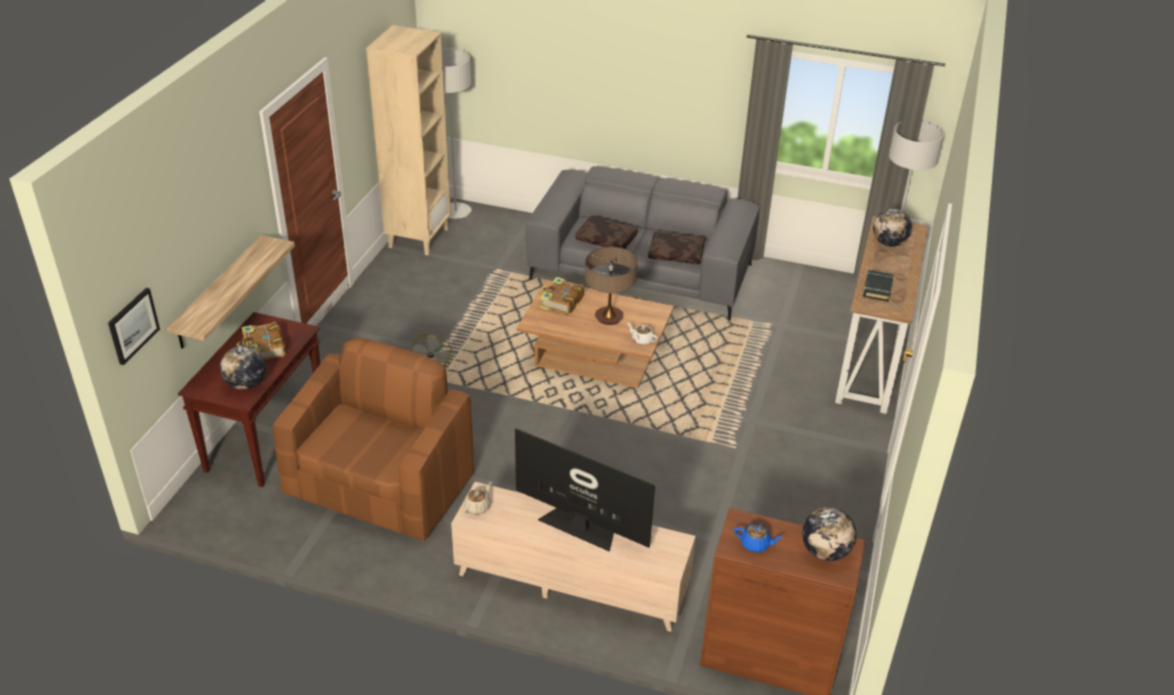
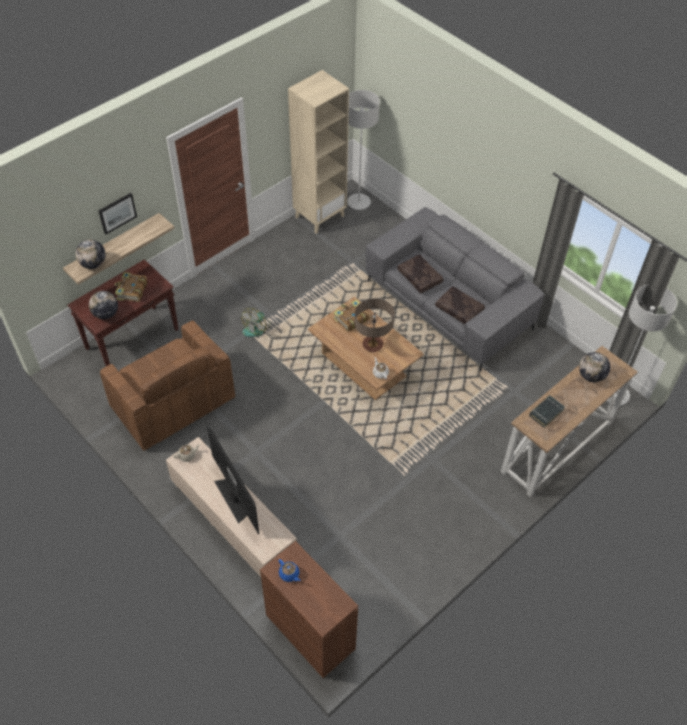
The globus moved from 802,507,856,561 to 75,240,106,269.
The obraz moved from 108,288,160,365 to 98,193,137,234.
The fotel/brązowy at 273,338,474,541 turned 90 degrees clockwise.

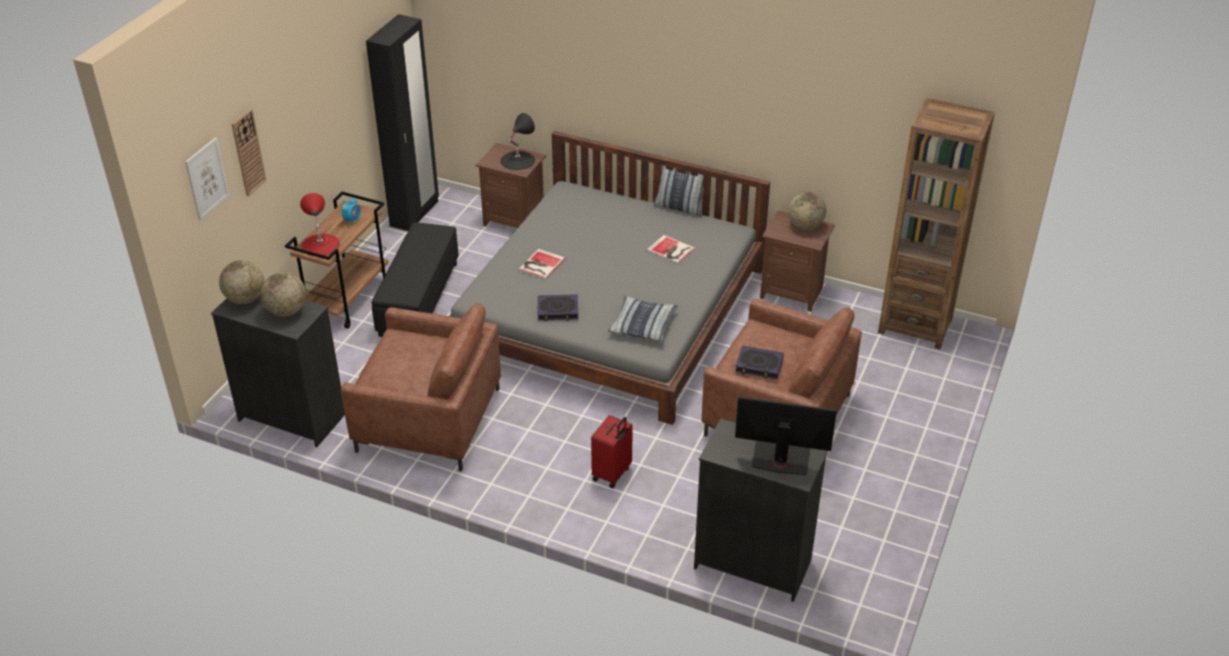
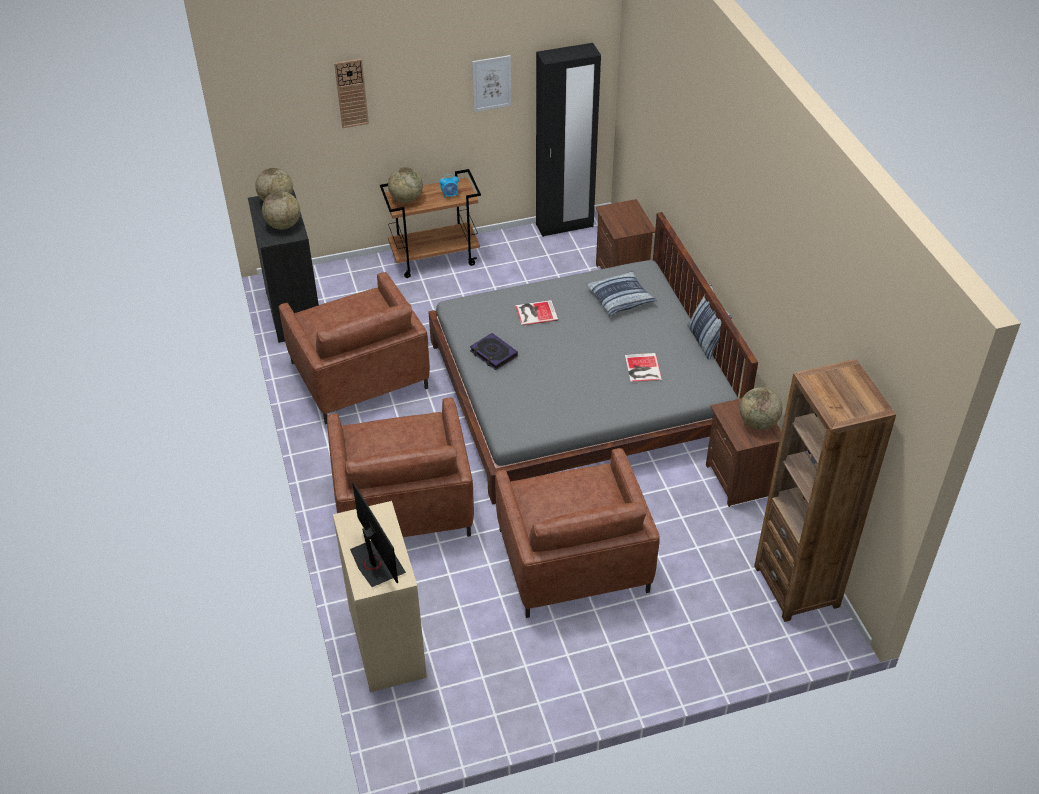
The walizka/czerwony at 591,415,633,488 was replaced by the fotel/brązowy at 327,397,474,537.
The komoda/czarny at 694,419,828,602 became the komoda/beżowy at 333,501,427,692.
The lampa stołowa/czerwony at 300,193,340,256 was replaced by the globus at 388,167,423,203.
The obraz moved from 185,137,230,221 to 472,55,511,112.
The poduszka moved from 608,295,679,342 to 586,270,657,316.
The pufa/czarny at 371,222,459,337 disappeared.
The lampa stołowa/czarny at 501,113,535,170 disappeared.
The książka at 735,346,784,379 disappeared.

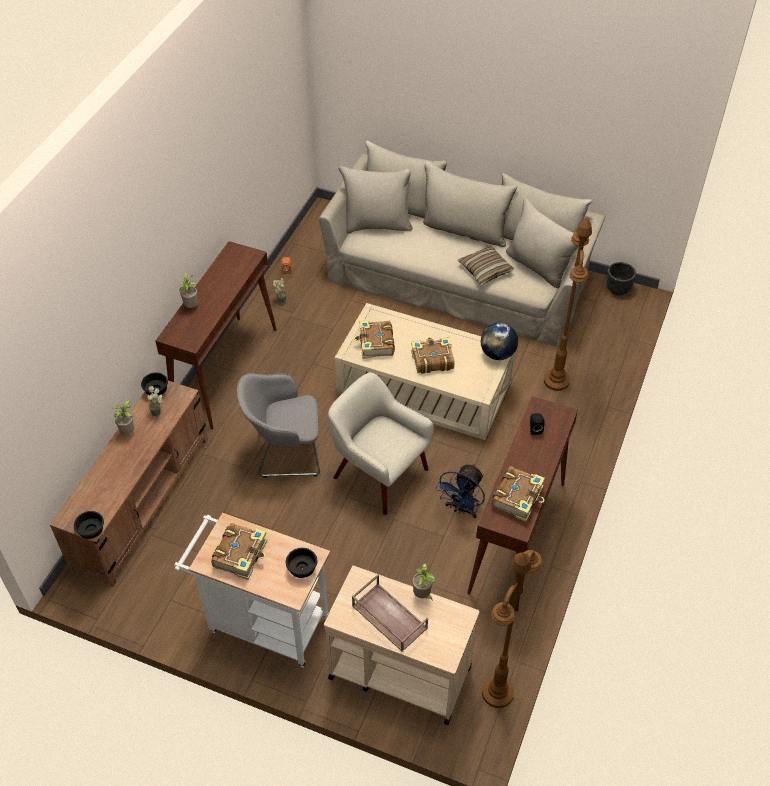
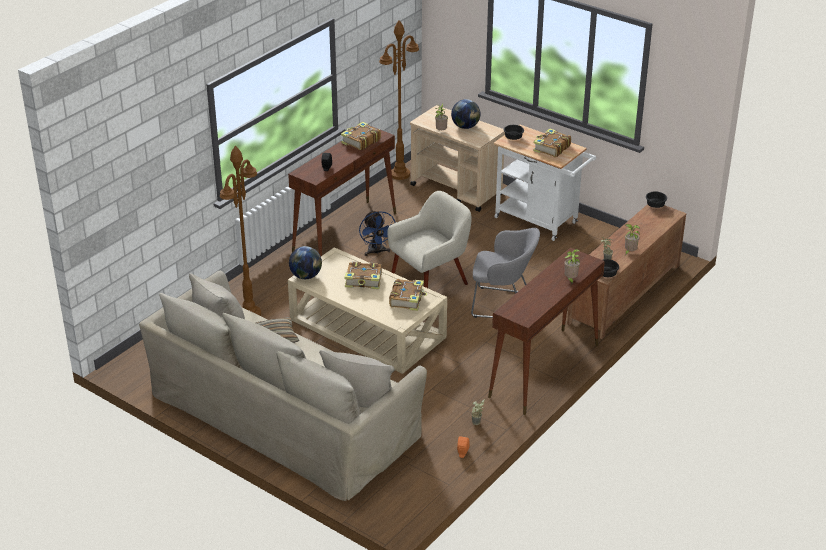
The wentylator/niebieski at 435,464,485,518 turned 120 degrees clockwise.
The fotel/beżowy at 328,372,434,515 turned 90 degrees counterclockwise.
The taca/brązowy at 352,574,428,652 was replaced by the globus at 451,99,481,129.
The donica/czarny at 606,262,636,295 disappeared.

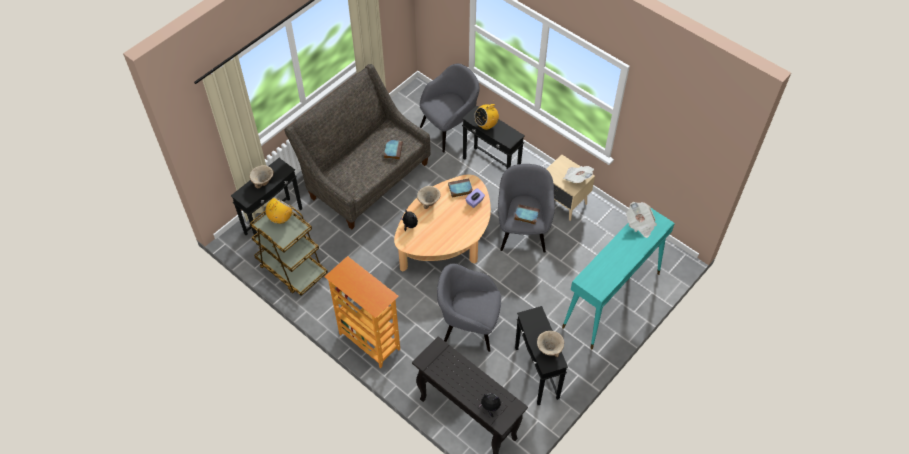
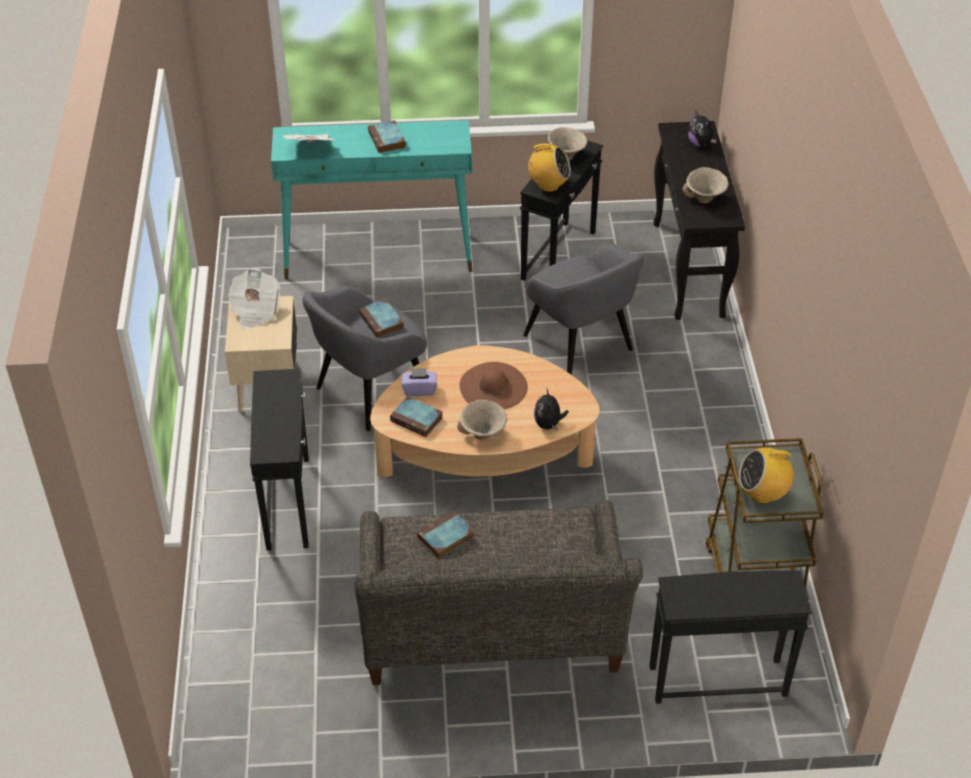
The książka at 368,120,406,153 appeared.
The kapelusz/brązowy at 460,362,528,409 appeared.
The radio moved from 474,104,499,130 to 527,143,571,192.
The miska/beżowy moved from 249,165,274,188 to 683,167,729,203.
The regał at 324,256,400,368 disappeared.
The fotel/szary at 419,64,480,153 disappeared.

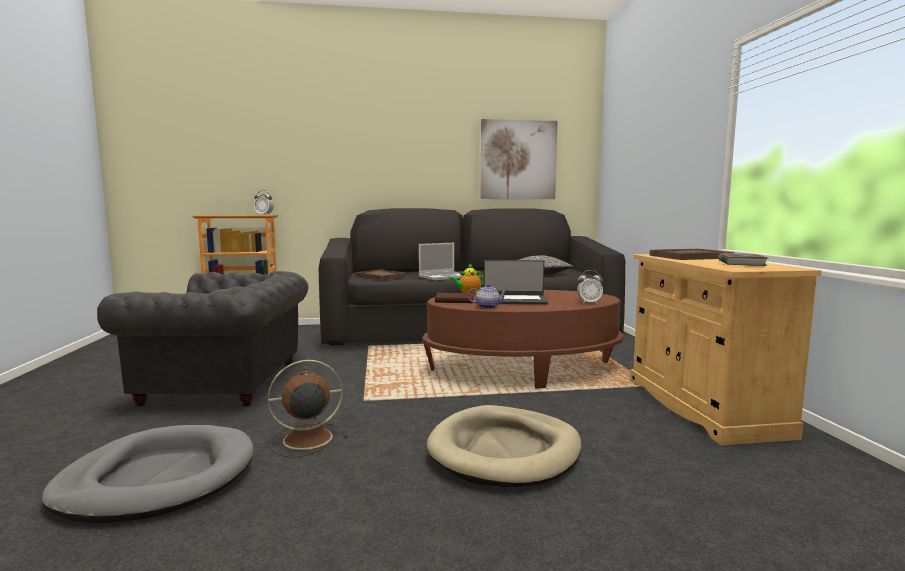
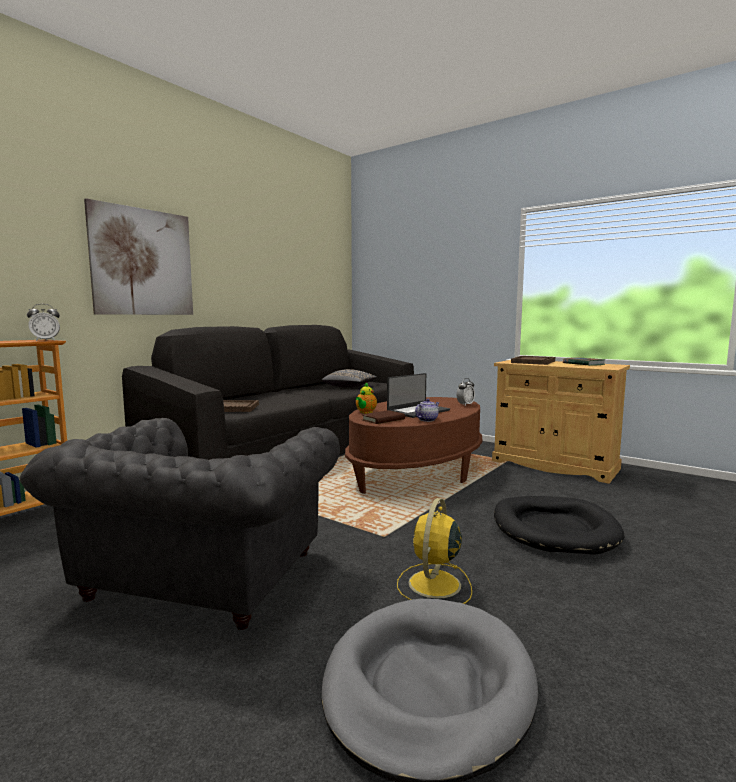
The fotel/szary at 97,271,309,406 turned 150 degrees clockwise.
The obraz moved from 480,119,558,199 to 84,198,193,315.
The wentylator/brązowy at 268,360,348,457 became the wentylator/żółty at 397,498,472,604.
The legowisko/beżowy at 427,405,581,487 became the legowisko/czarny at 494,496,624,555.
The laptop at 419,243,462,280 disappeared.

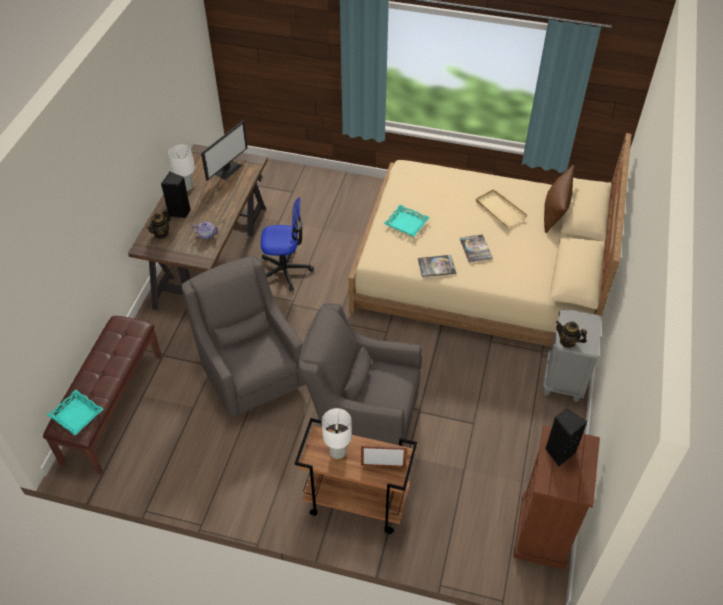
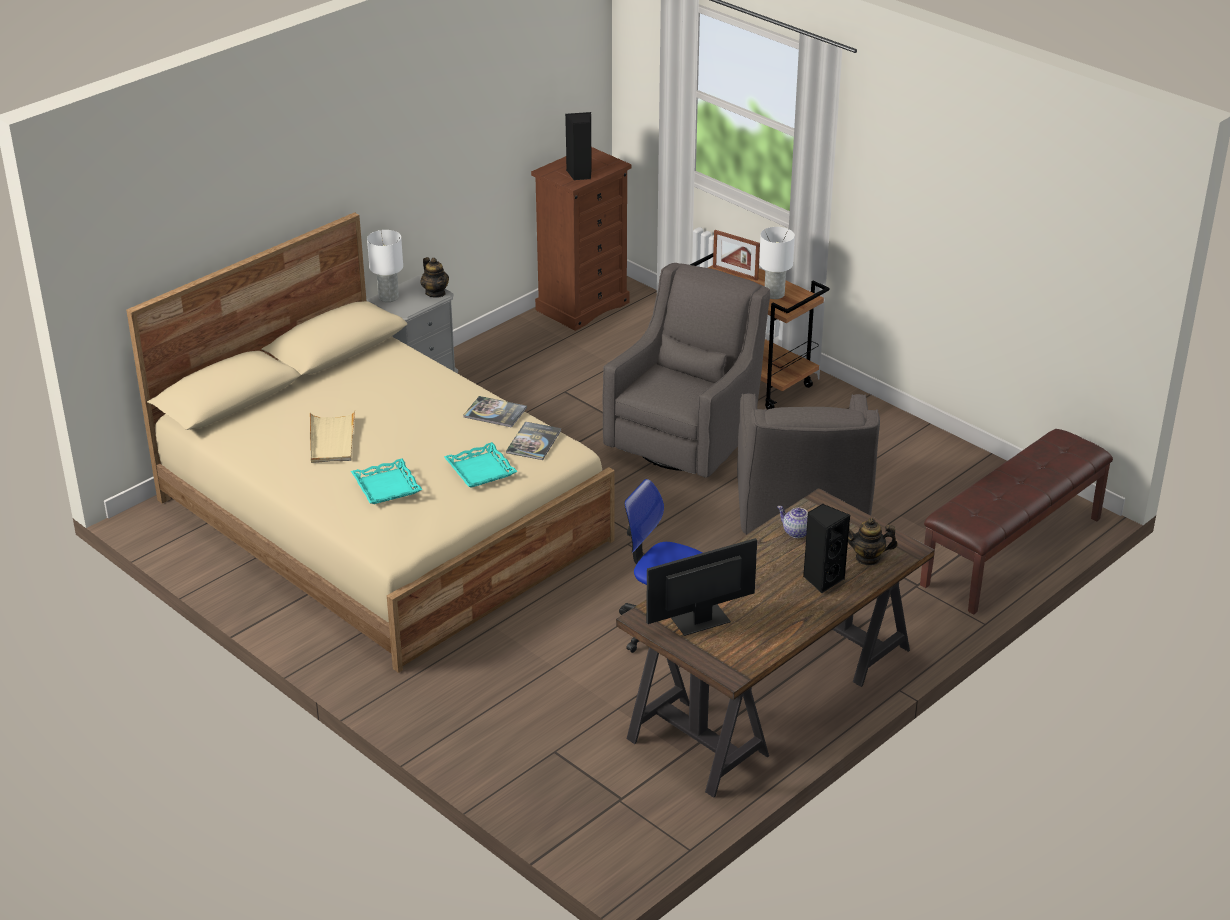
The taca/turkusowy moved from 47,389,103,435 to 351,458,422,504.
The lampa stołowa/biały moved from 168,145,195,191 to 367,230,403,302.
The książka moved from 460,234,493,262 to 506,422,561,460.
The fotel/szary at 299,303,422,446 turned 105 degrees counterclockwise.
The imbryk at 147,210,171,239 turned 150 degrees counterclockwise.
The poduszka/brązowy at 544,165,574,233 disappeared.

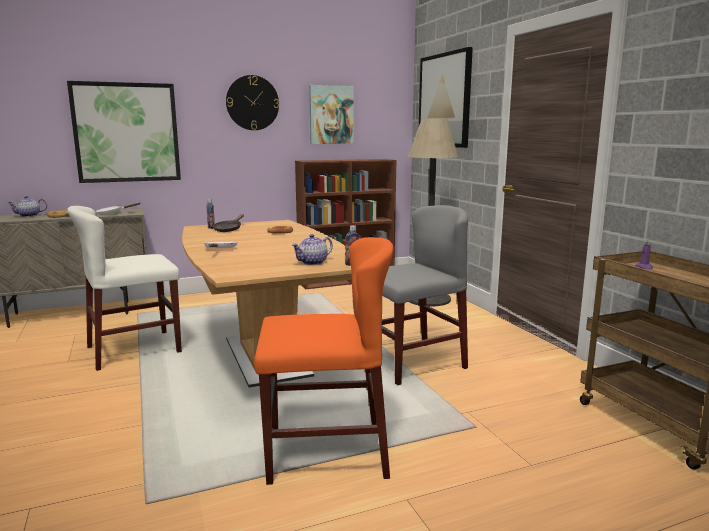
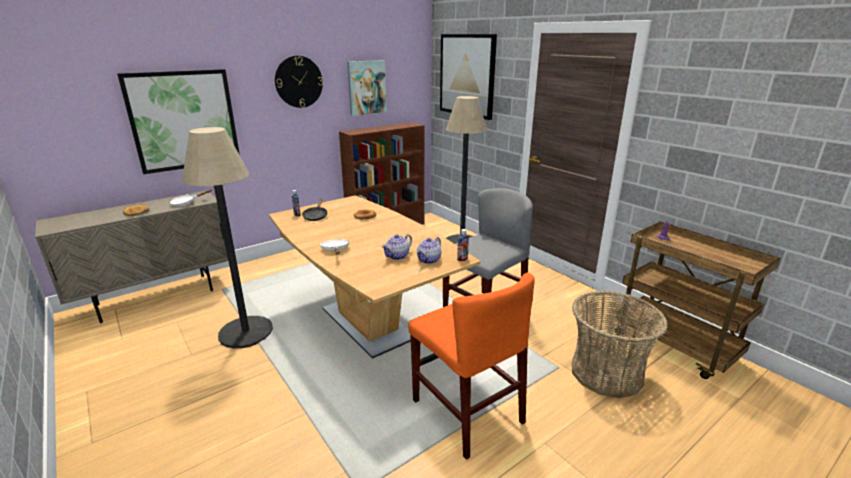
The krzesło/biały at 67,206,182,371 was replaced by the lampa stojąca at 182,127,273,348.
The imbryk moved from 7,196,47,217 to 381,234,412,260.
The krzesło/pomarańczowy at 254,237,394,485 turned 75 degrees clockwise.
The koszyk at 572,291,668,398 appeared.

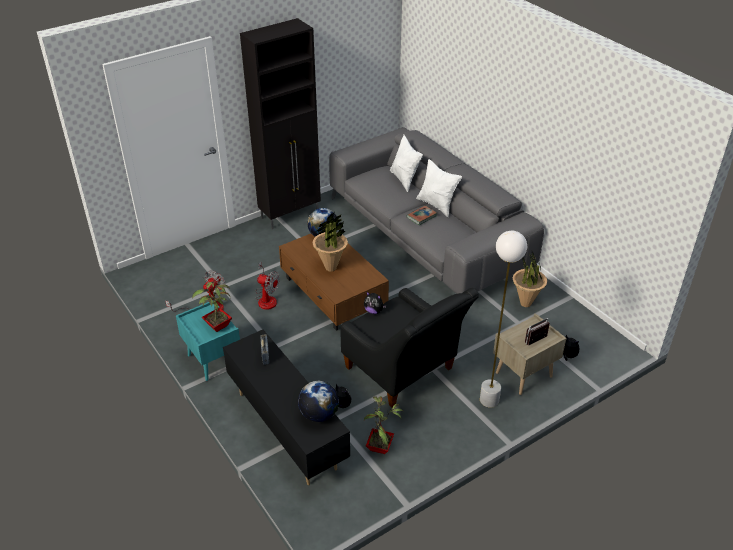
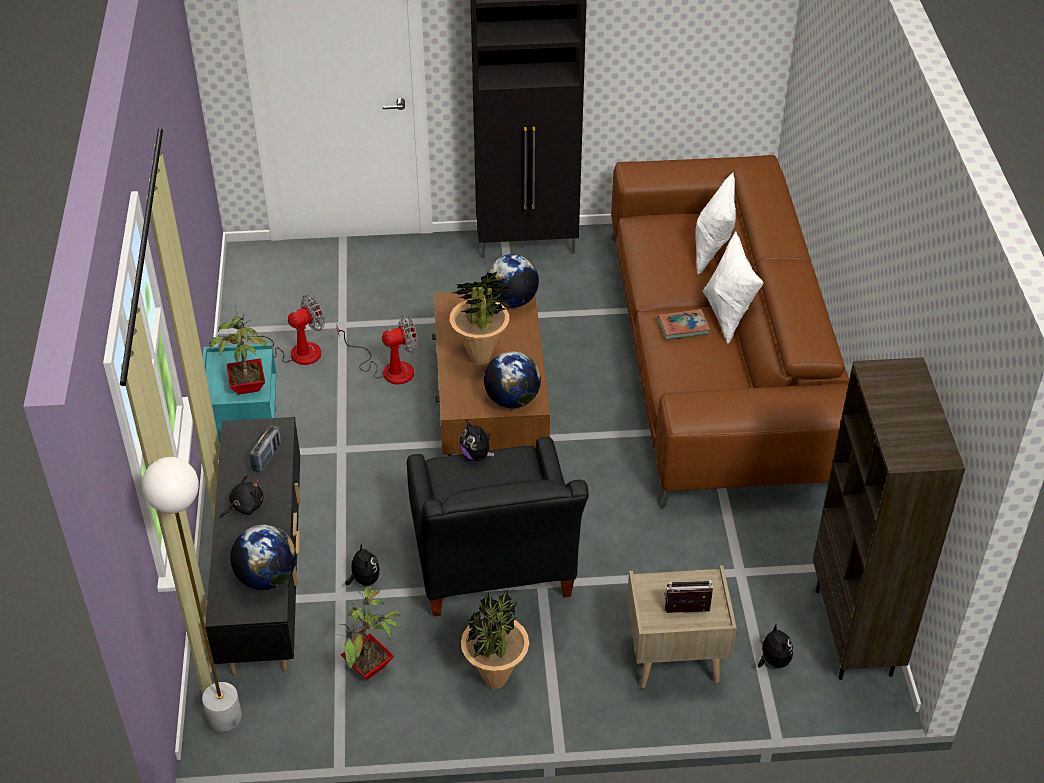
The lampa stojąca/biały moved from 480,231,527,407 to 141,457,242,732.
The pluszak/czarny at 220,475,263,518 appeared.
The wentylator at 255,261,280,310 turned 75 degrees counterclockwise.
The roślina doniczkowa moved from 513,252,547,307 to 461,589,529,689.
The globus at 484,351,541,408 appeared.
The kanapa/szary at 329,127,544,294 became the kanapa/brązowy at 611,155,849,510.
The regał/brązowy at 813,357,965,680 appeared.

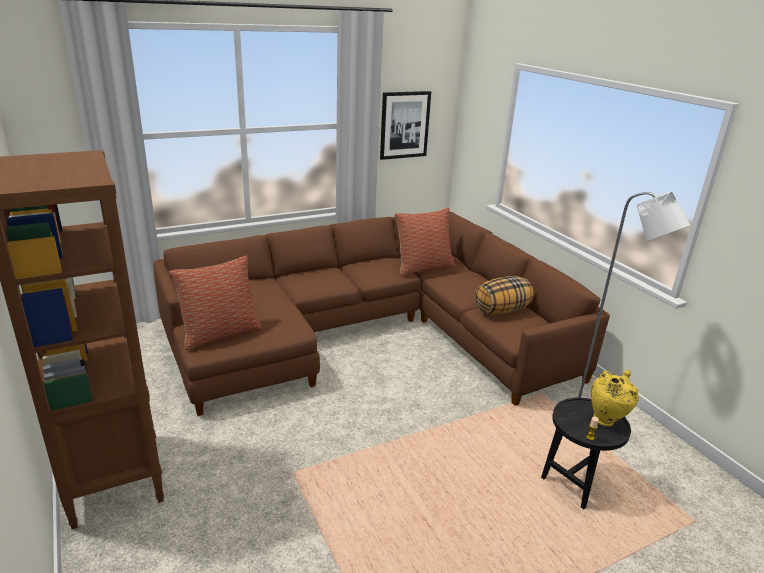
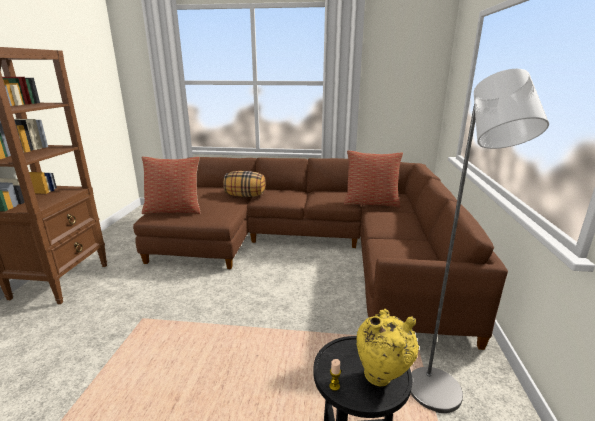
The poduszka moved from 475,276,534,315 to 223,171,265,197.
The obraz at 380,91,431,160 disappeared.

